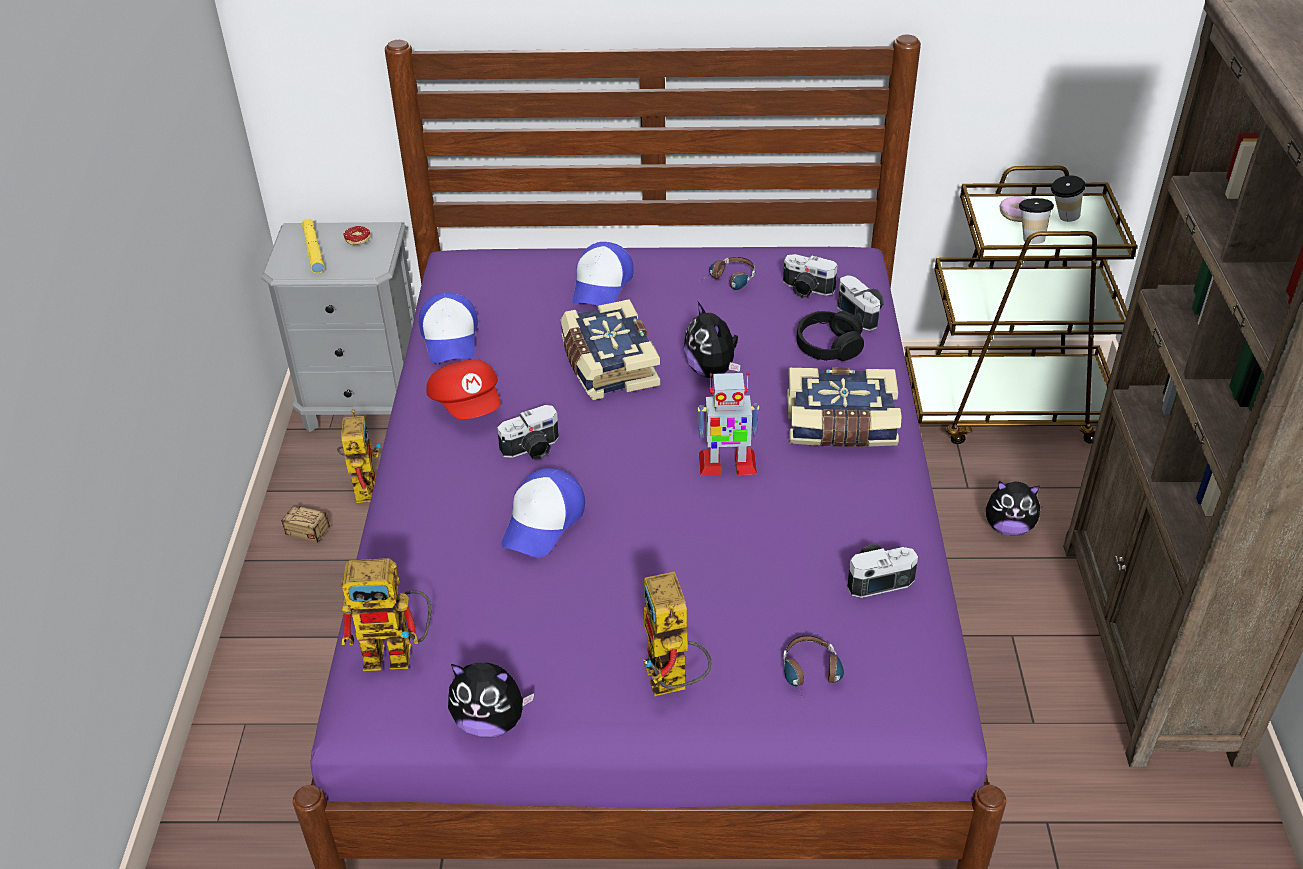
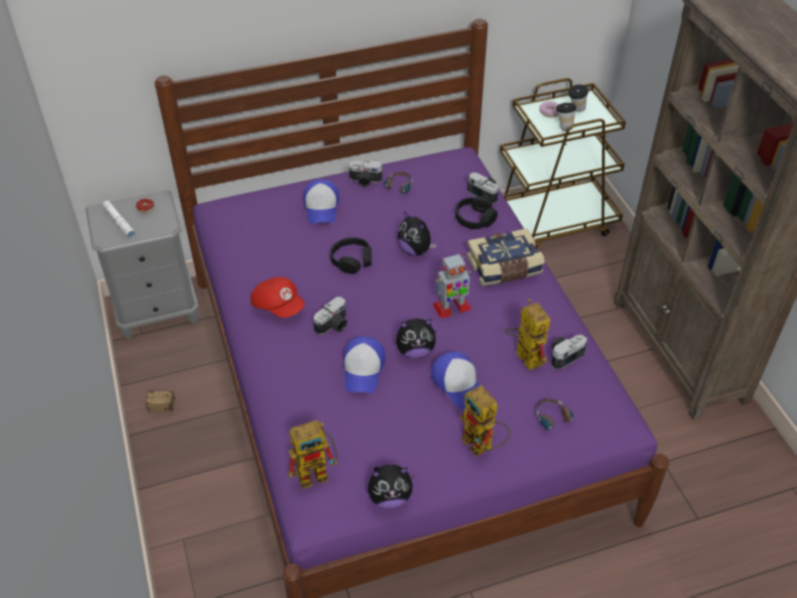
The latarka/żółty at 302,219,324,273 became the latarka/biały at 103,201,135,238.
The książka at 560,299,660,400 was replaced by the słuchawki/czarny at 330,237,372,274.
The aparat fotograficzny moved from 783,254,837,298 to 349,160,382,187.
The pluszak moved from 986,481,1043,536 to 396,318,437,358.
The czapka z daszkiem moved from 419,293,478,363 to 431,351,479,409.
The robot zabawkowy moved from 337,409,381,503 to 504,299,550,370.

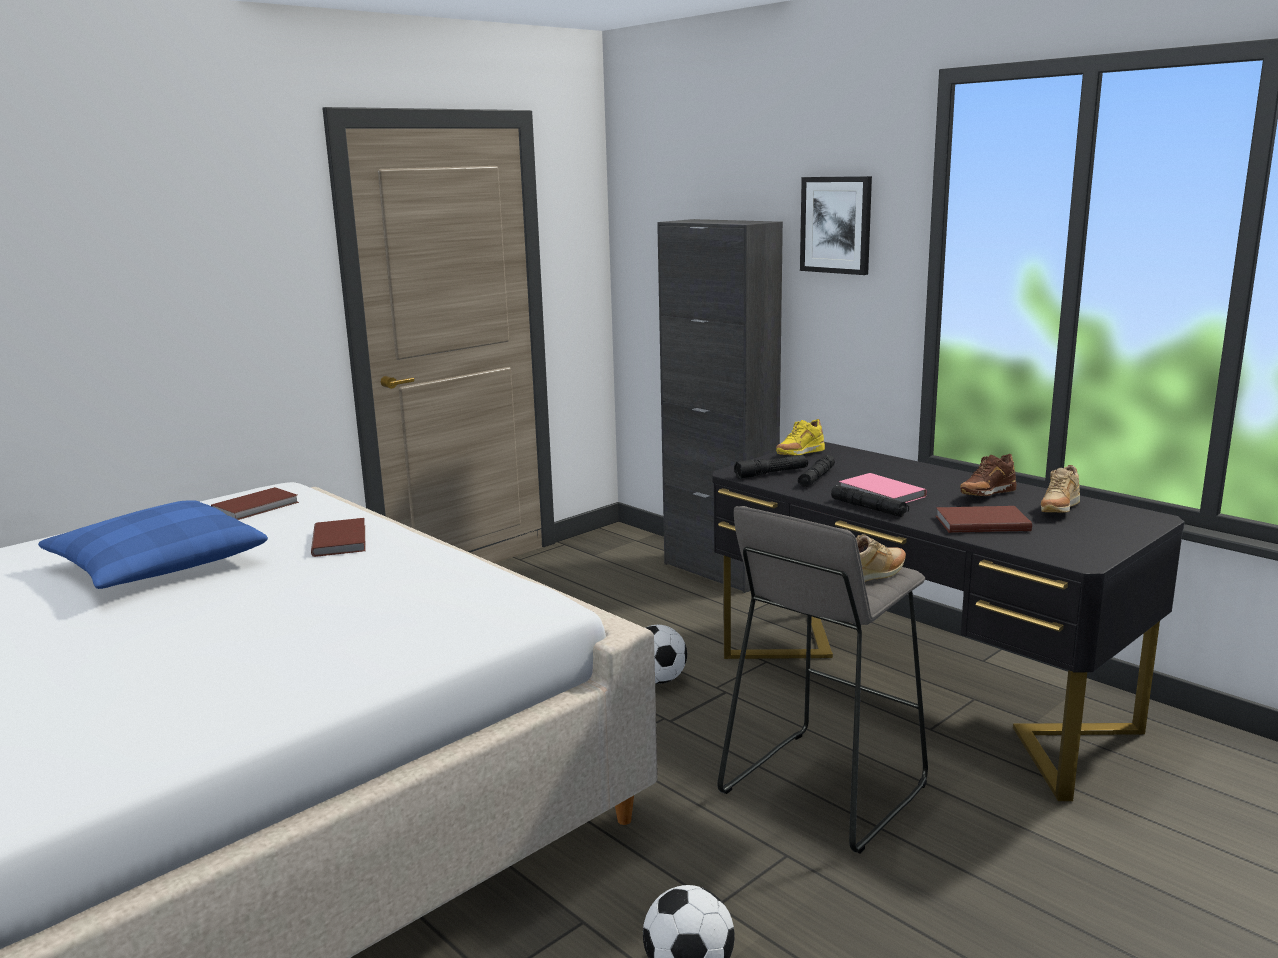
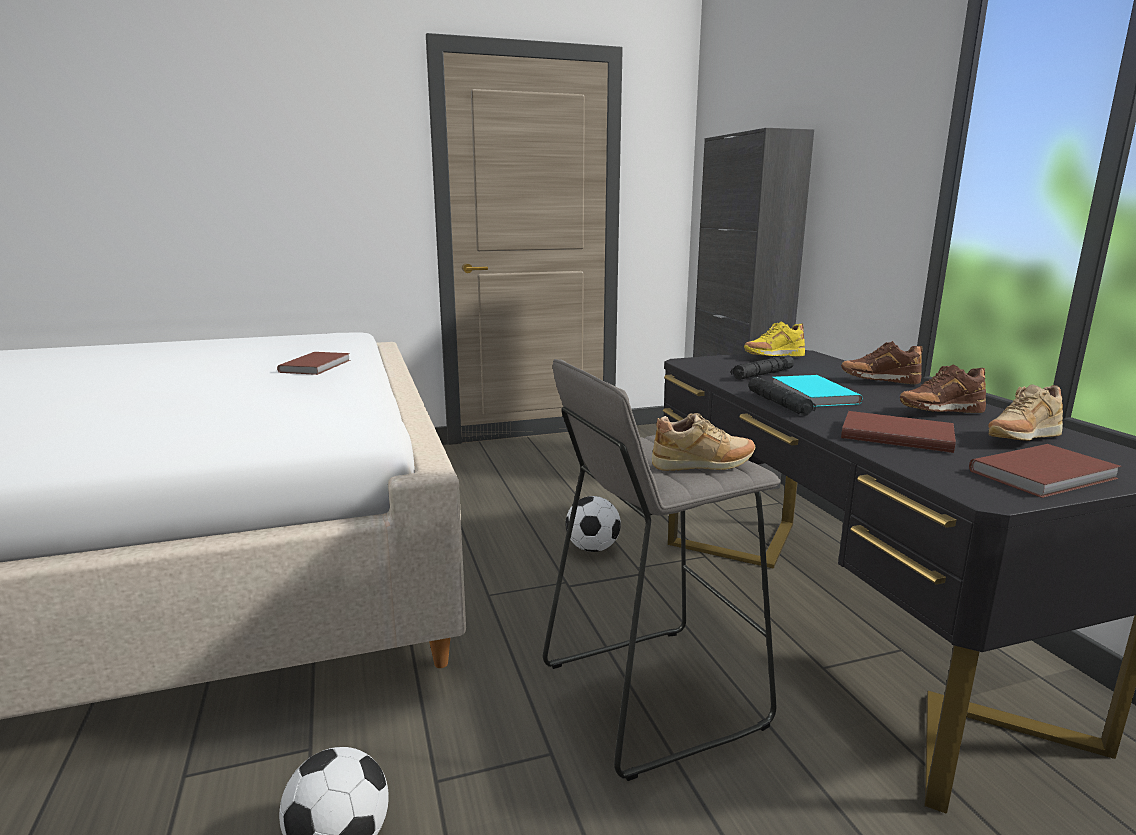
The książka/różowy at 839,473,927,503 became the książka/turkusowy at 773,375,862,407.
The but/brązowy at 841,341,922,384 appeared.
The książka/brązowy moved from 211,487,299,520 to 969,444,1121,498.
The poduszka/niebieski at 38,500,268,589 disappeared.
The latarka/czarny at 734,455,808,479 disappeared.
The obraz at 800,176,872,275 disappeared.

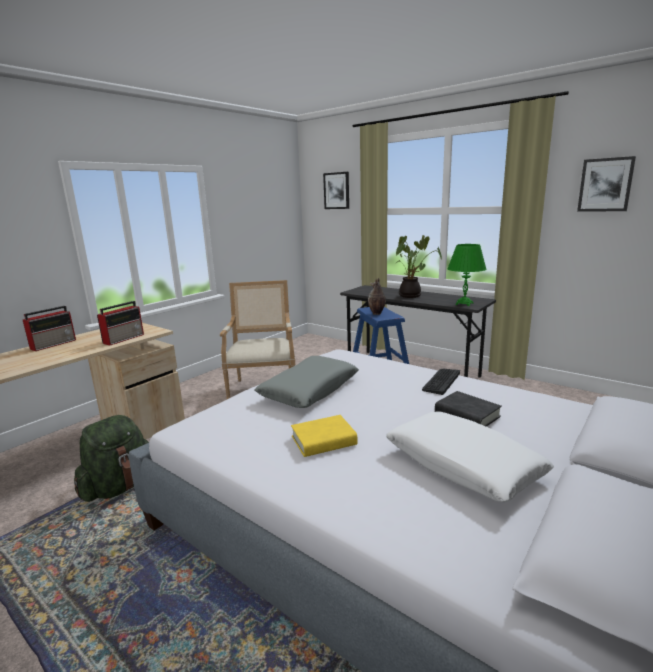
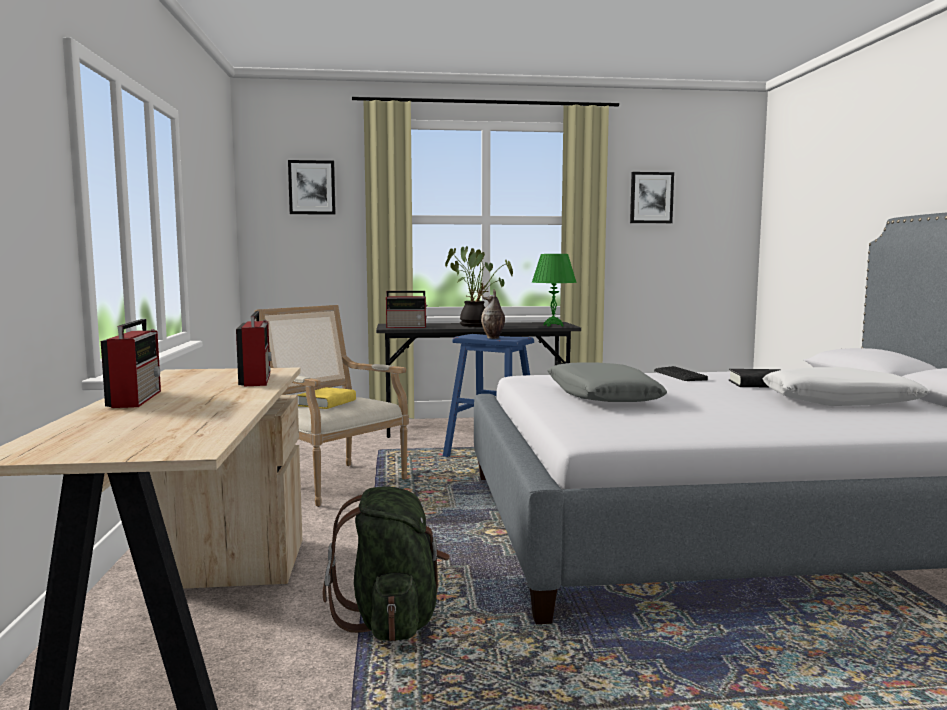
The książka/żółty moved from 291,415,358,457 to 298,387,356,409.
The radio at 386,291,428,328 appeared.

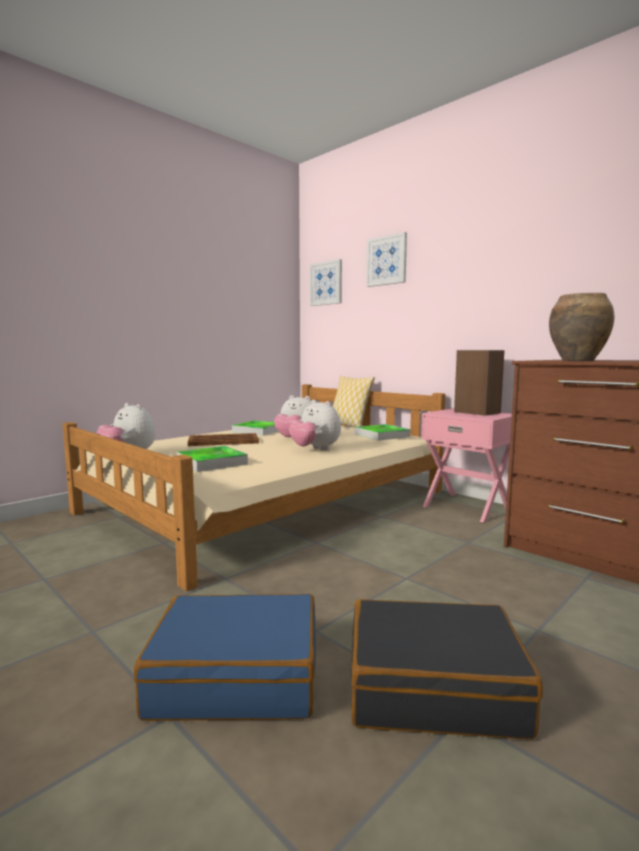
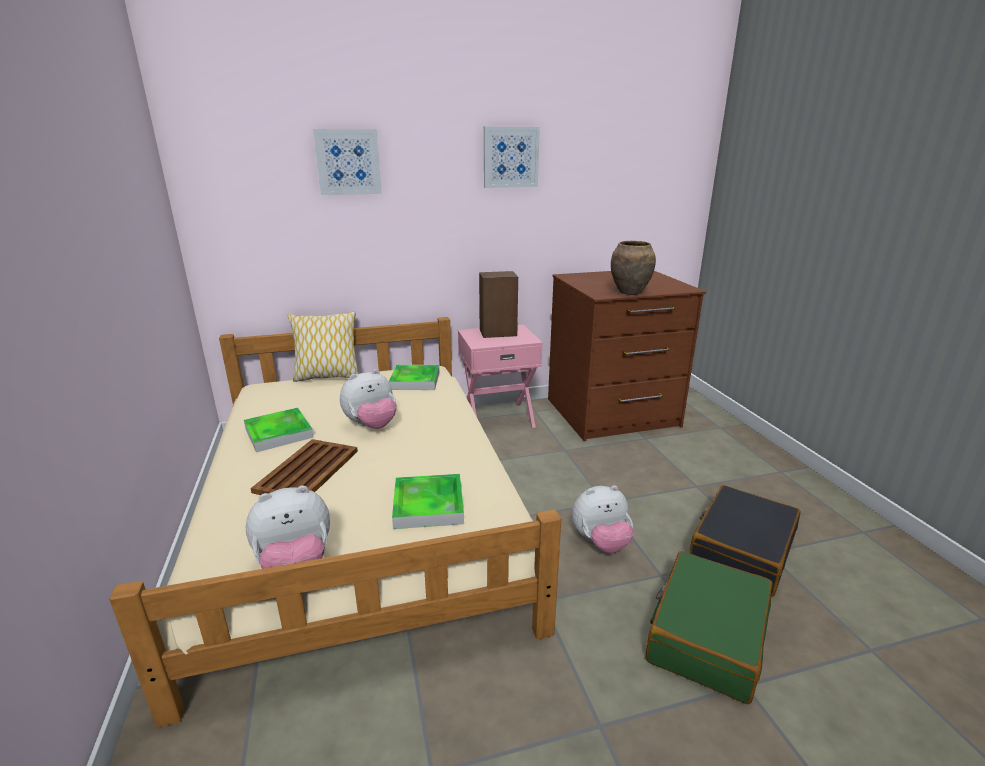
The obraz moved from 310,259,342,306 to 484,127,540,188.
The pluszak moved from 289,400,341,450 to 572,485,634,553.
The walizka/niebieski at 134,594,316,721 became the walizka/zielony at 646,551,773,704.

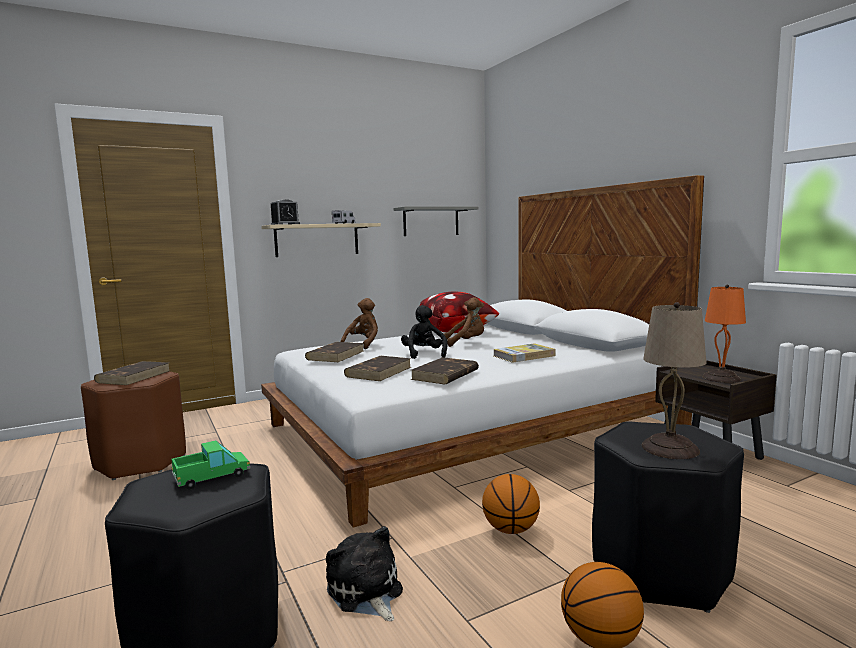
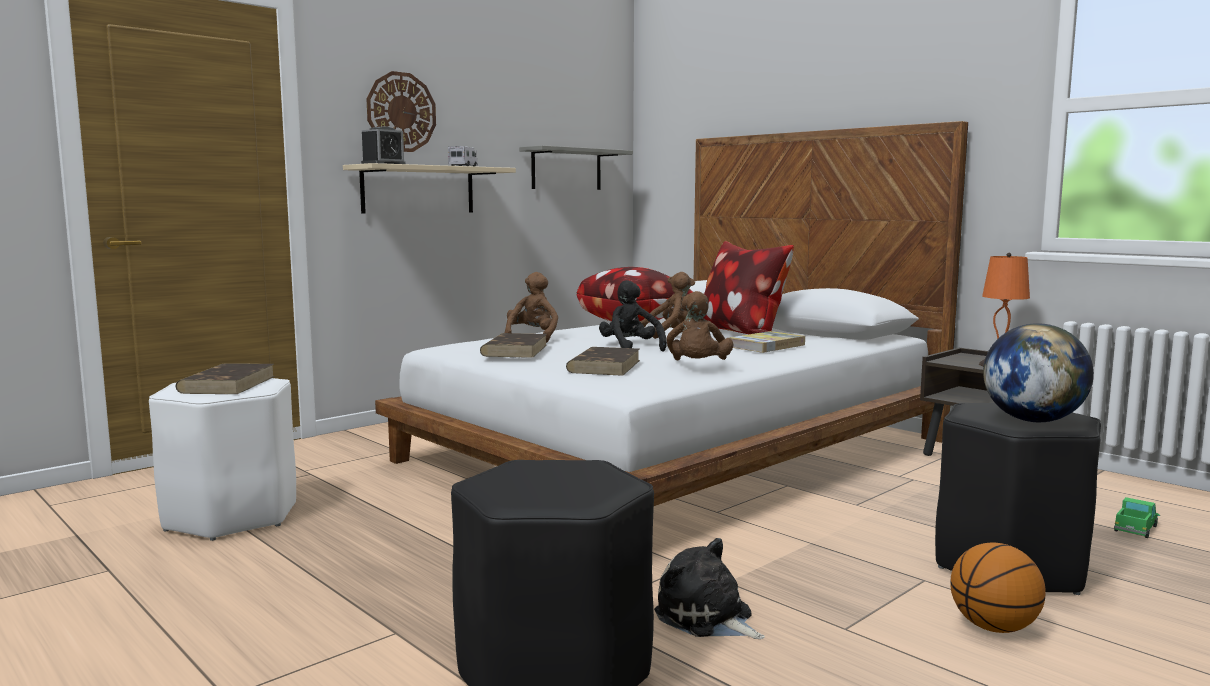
The stołek/brązowy at 81,371,186,480 became the stołek/biały at 149,378,296,541.
The zegar ścienny at 366,71,436,152 appeared.
The książka/brązowy at 411,357,479,384 was replaced by the pluszak/brązowy at 666,291,734,360.
The poduszka at 704,241,794,334 appeared.
The lampa stołowa/beżowy at 642,302,706,459 was replaced by the globus at 983,323,1094,422.
The ciężarówka zabawkowa moved from 172,440,251,490 to 1114,497,1160,538.
The piłka do koszykówki at 482,474,540,534 disappeared.

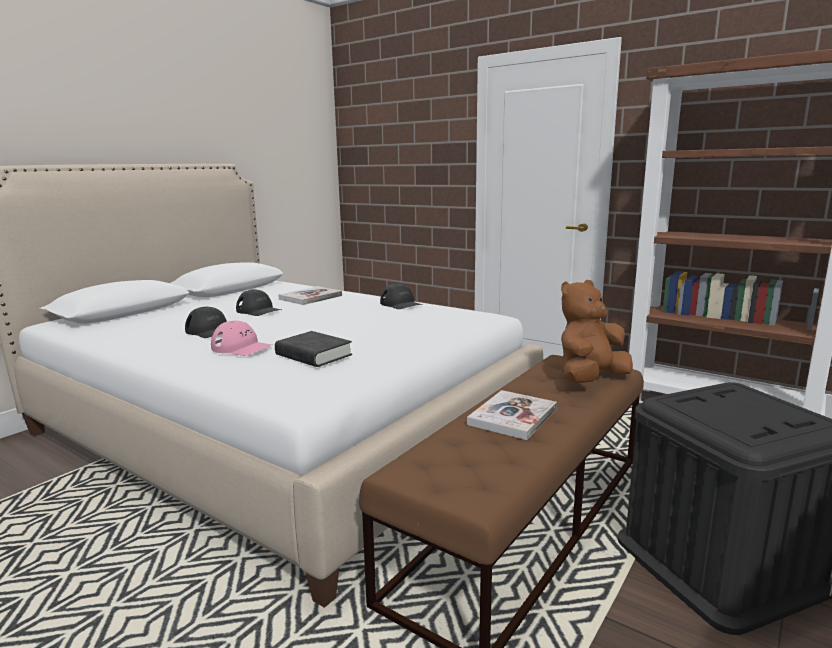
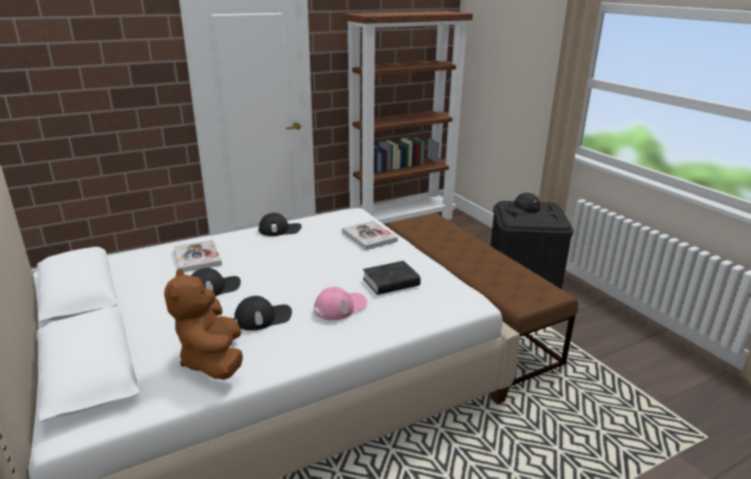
The pluszak/brązowy moved from 560,280,633,383 to 164,268,243,380.
The książka moved from 467,390,557,440 to 342,221,398,250.
The czapka z daszkiem/czarny at 505,193,541,215 appeared.

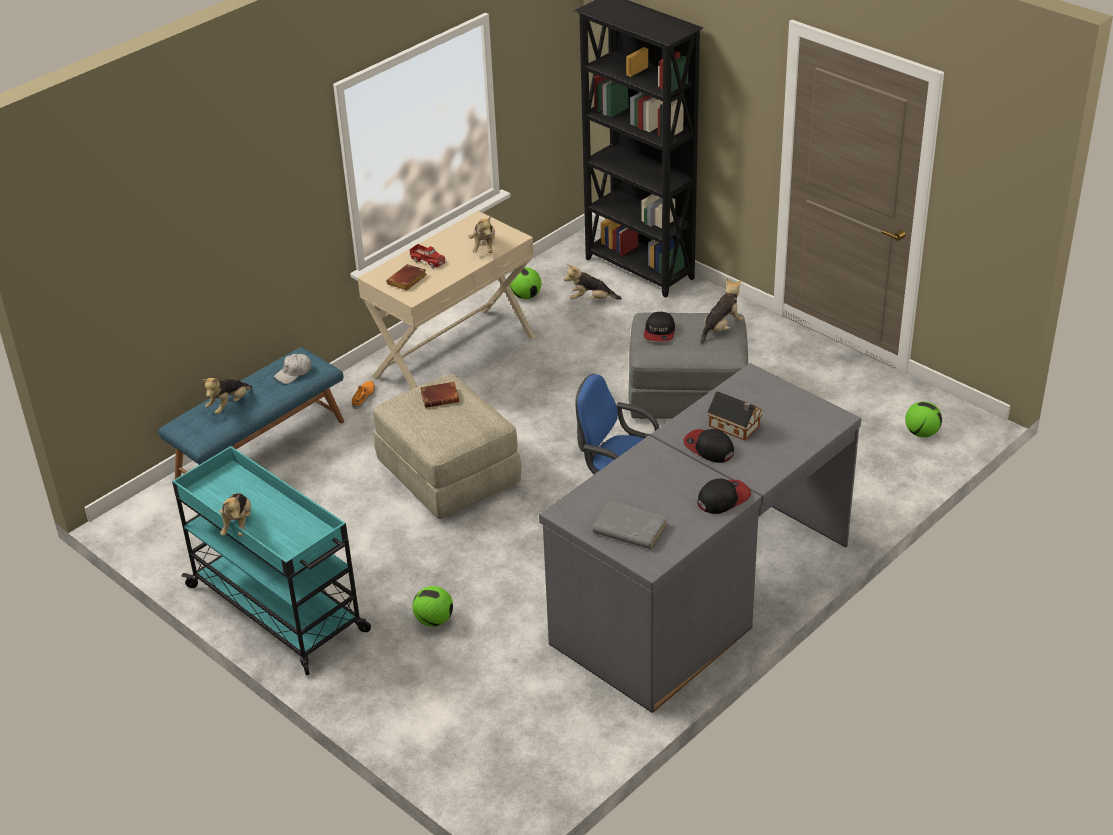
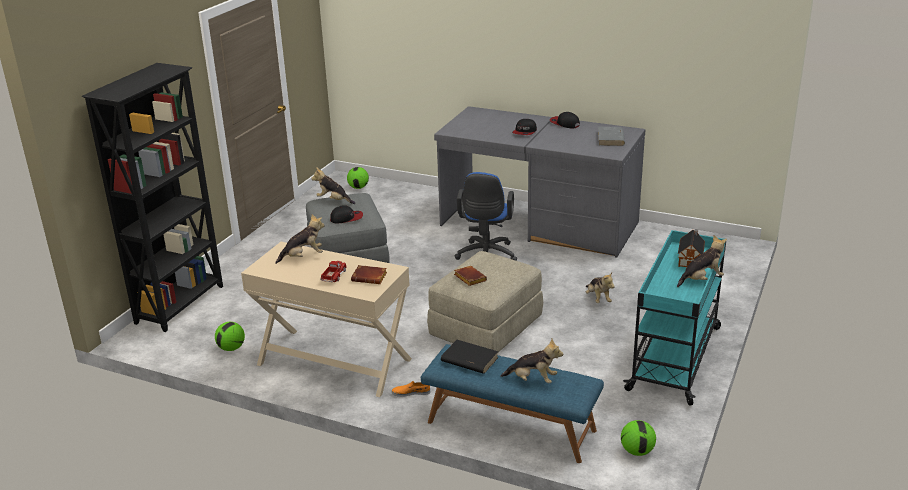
The czapka z daszkiem/biały at 274,353,311,384 was replaced by the książka/czarny at 441,340,499,374.
The pluszak moved from 564,264,622,300 to 585,273,615,303.
The piłka futbolowa moved from 412,586,453,627 to 621,420,656,456.
The domek moved from 707,391,763,441 to 678,229,705,267.

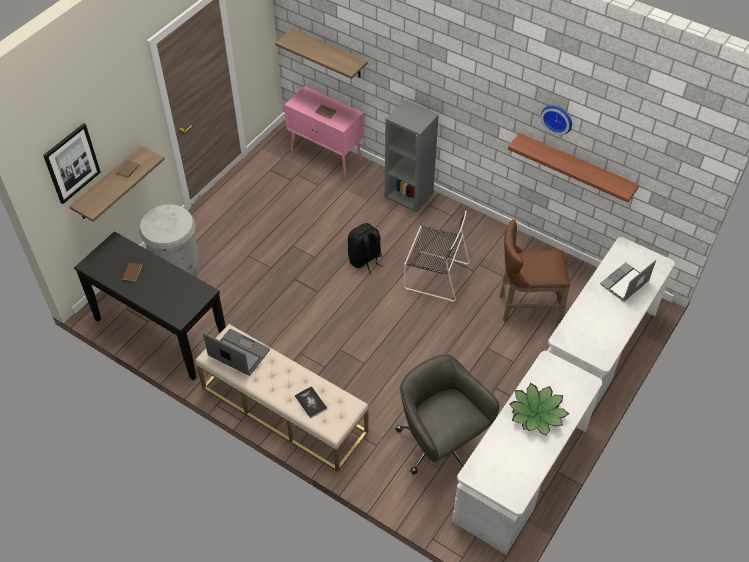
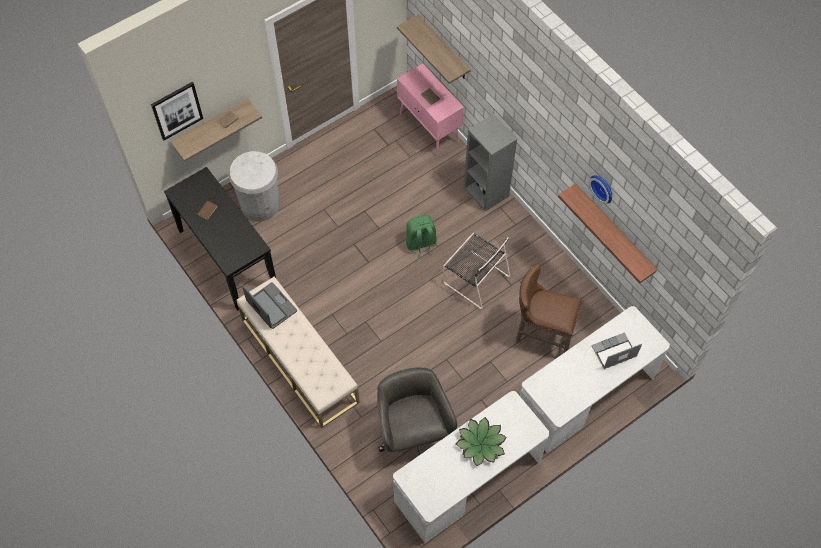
The plecak/czarny at 348,223,383,274 became the plecak/zielony at 406,215,437,260.
The książka at 295,386,327,419 disappeared.

